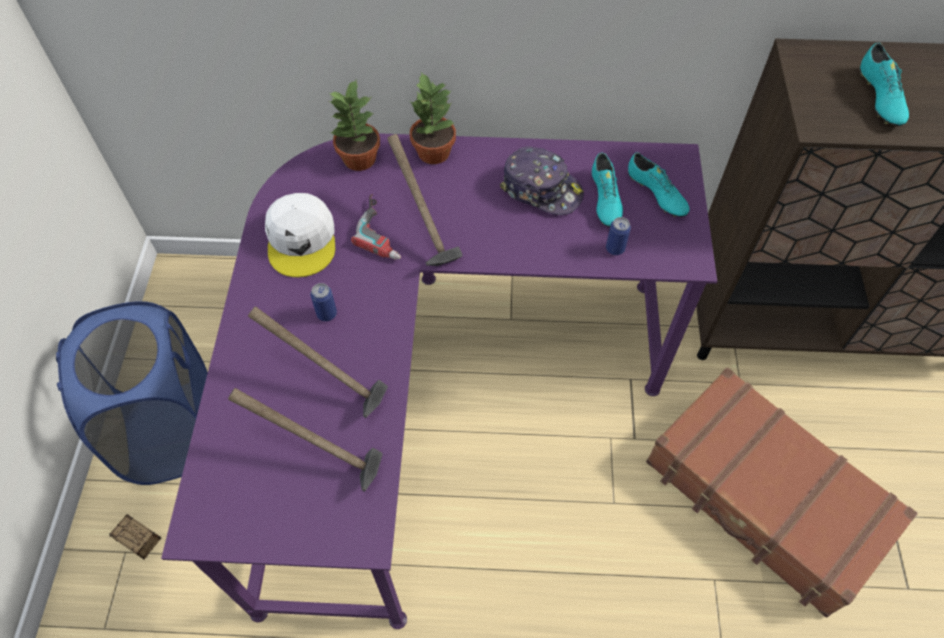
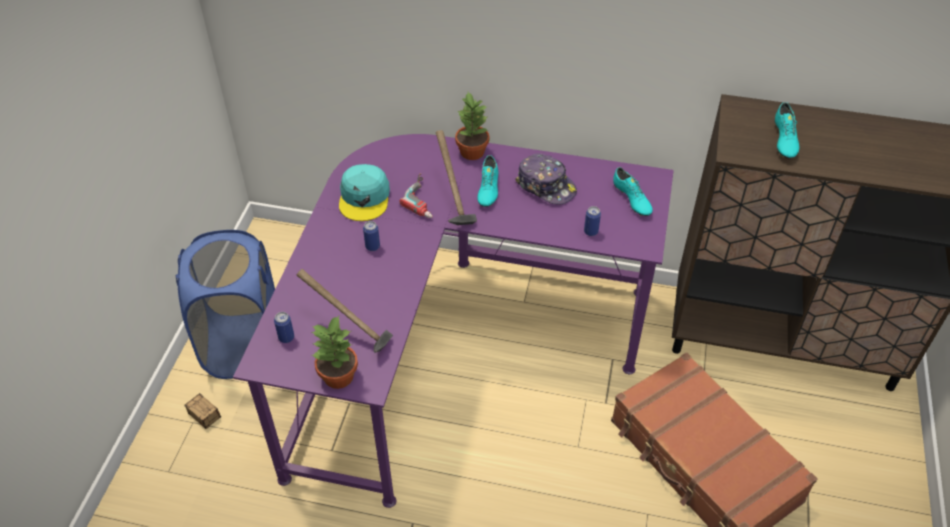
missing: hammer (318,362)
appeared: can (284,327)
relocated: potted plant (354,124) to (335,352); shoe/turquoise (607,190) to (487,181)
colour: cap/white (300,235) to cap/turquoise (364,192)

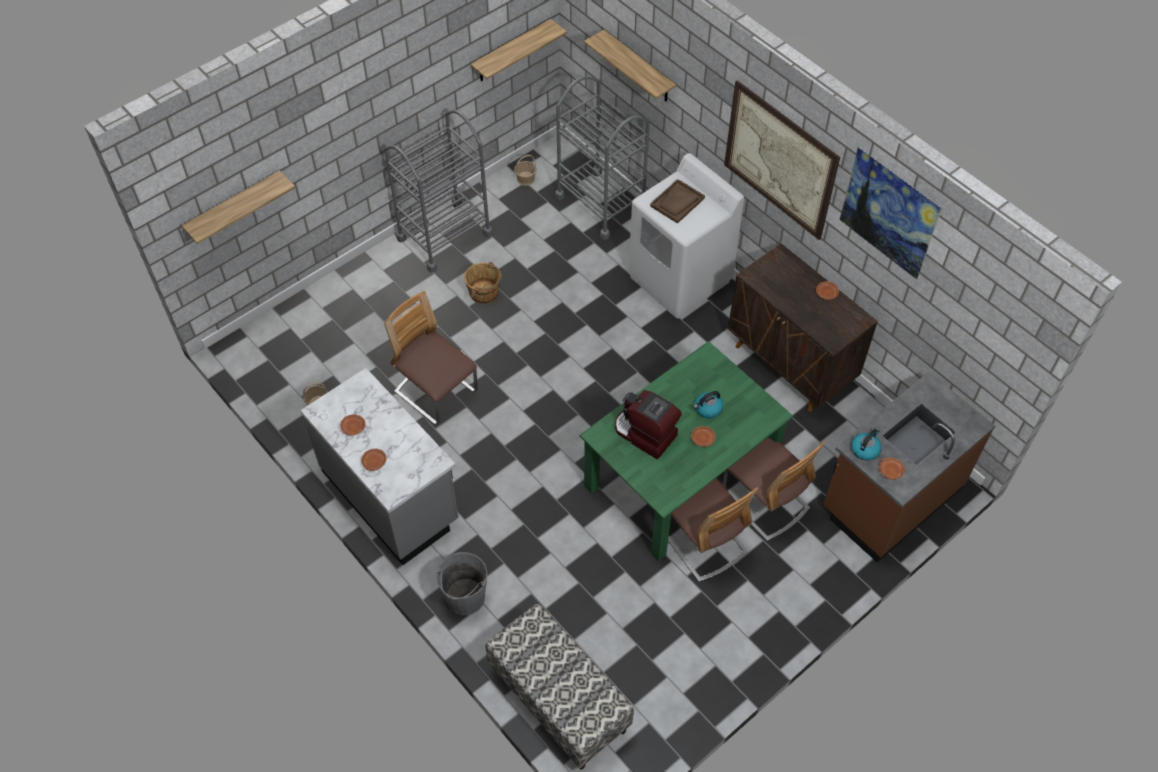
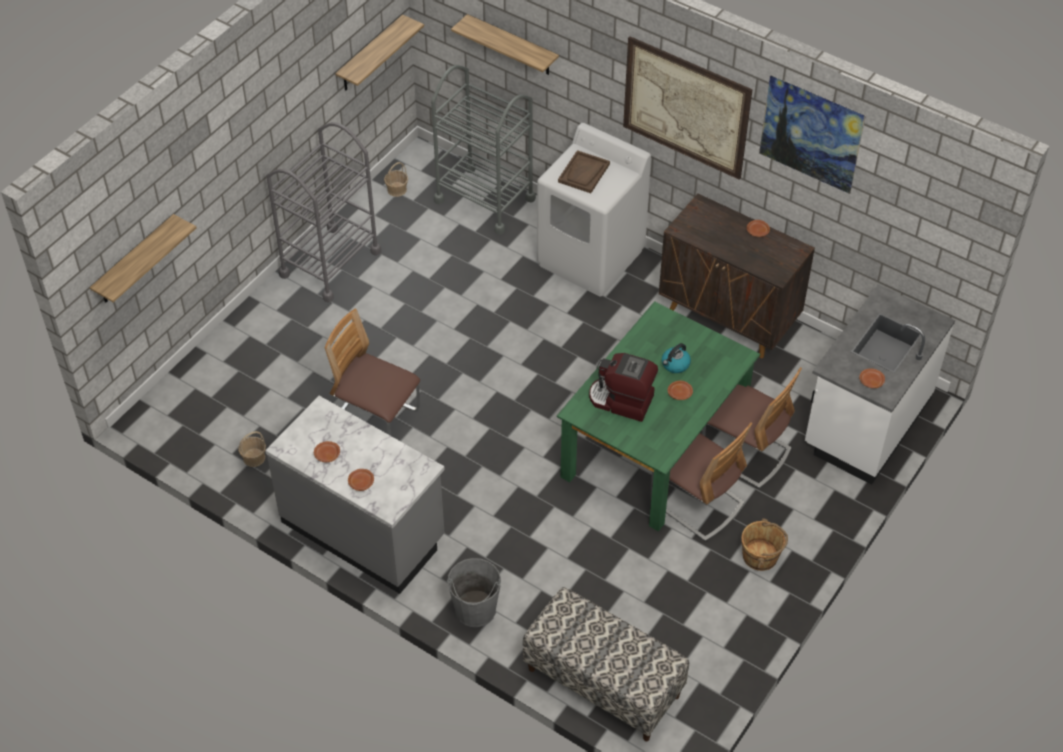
missing: kettle (866,444)
relocated: bucket/brown (483,283) to (764,544)
colour: counter/brown (909,467) to counter/white (880,385)

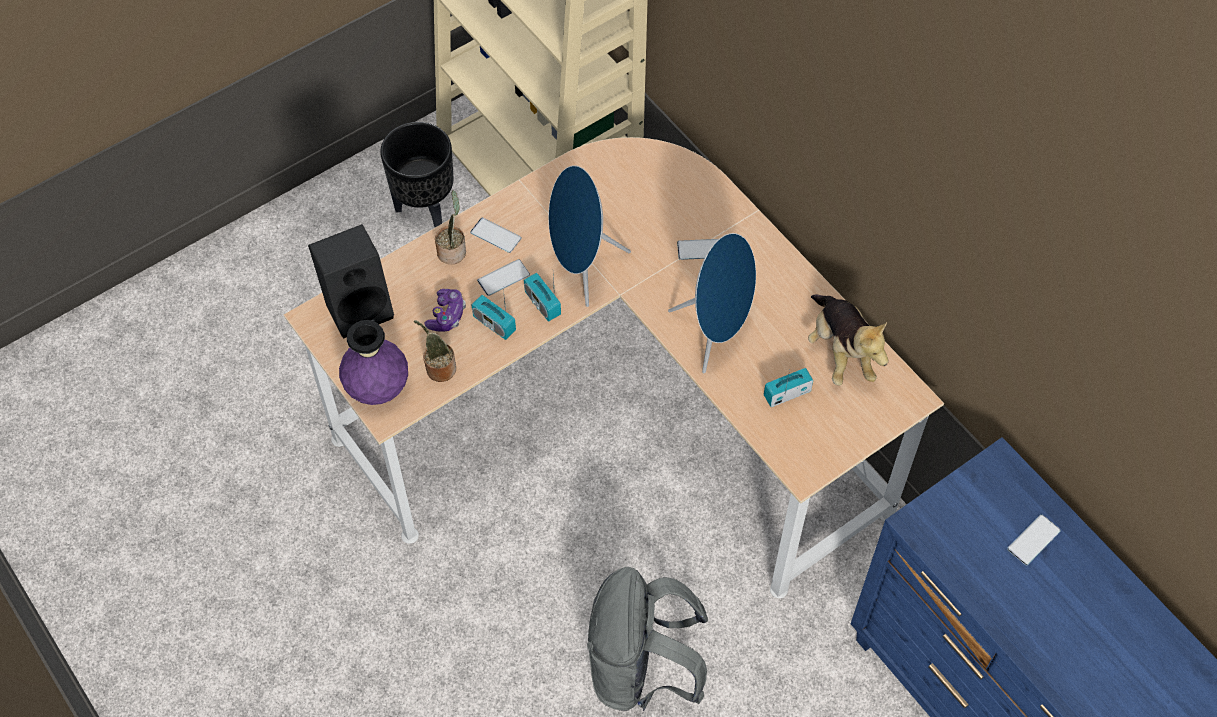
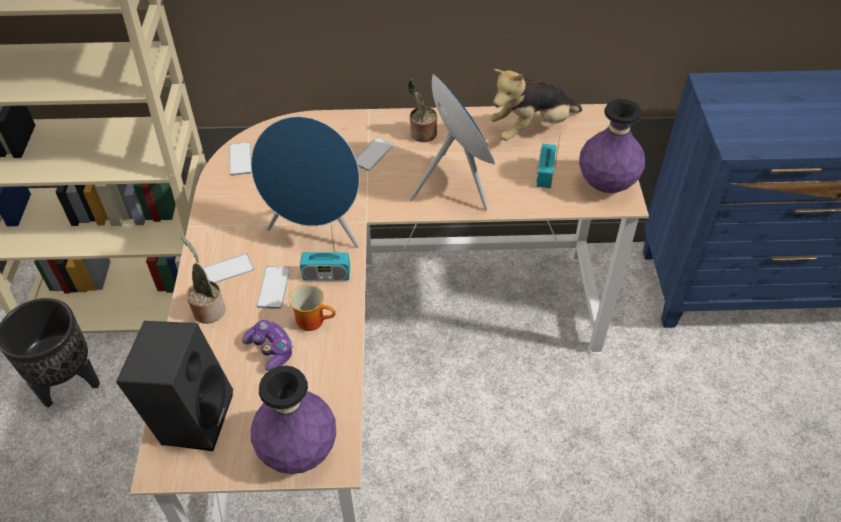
missing: backpack/grey (647,639)
appeared: vase/purple (612,146)
relocated: potted plant (435,351) to (422,110); phone (1034,539) to (240,159)
exchanged: radio (494,314) to mug (312,307)
spun: plush toy (848,340) = (536,105) 135 degrees clockwise

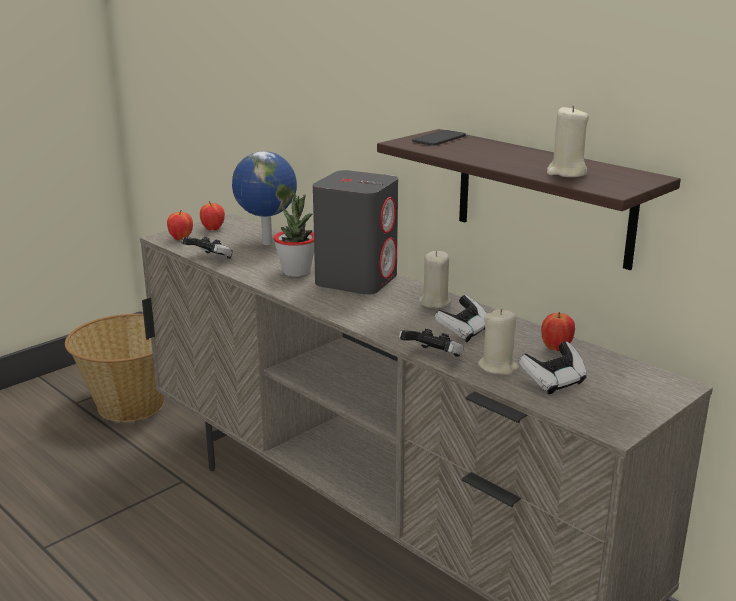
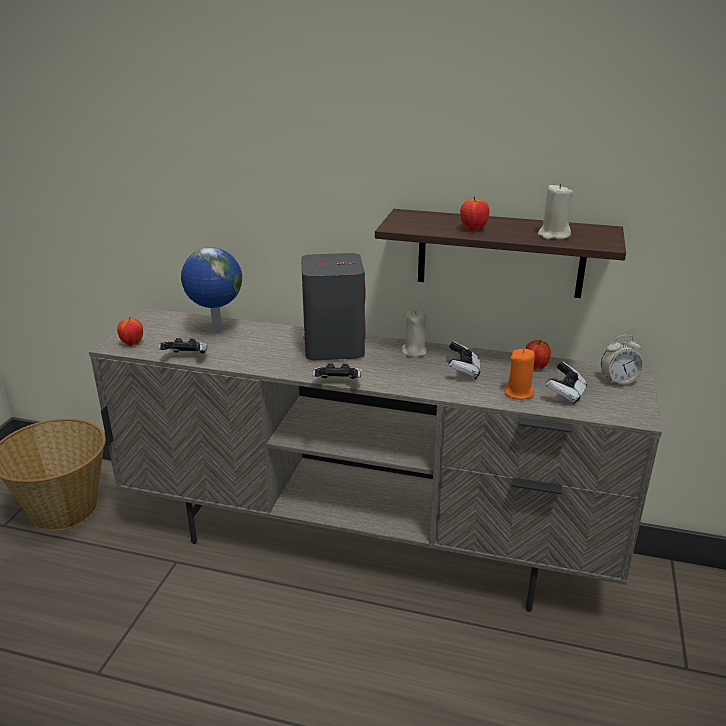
missing: phone (439,138); potted plant (293,234)
appeared: alarm clock (622,360)
relocated: apple (212,216) to (474,213); game controller (431,343) to (337,371)
colour: candle/beige (499,342) to candle/orange (519,374)

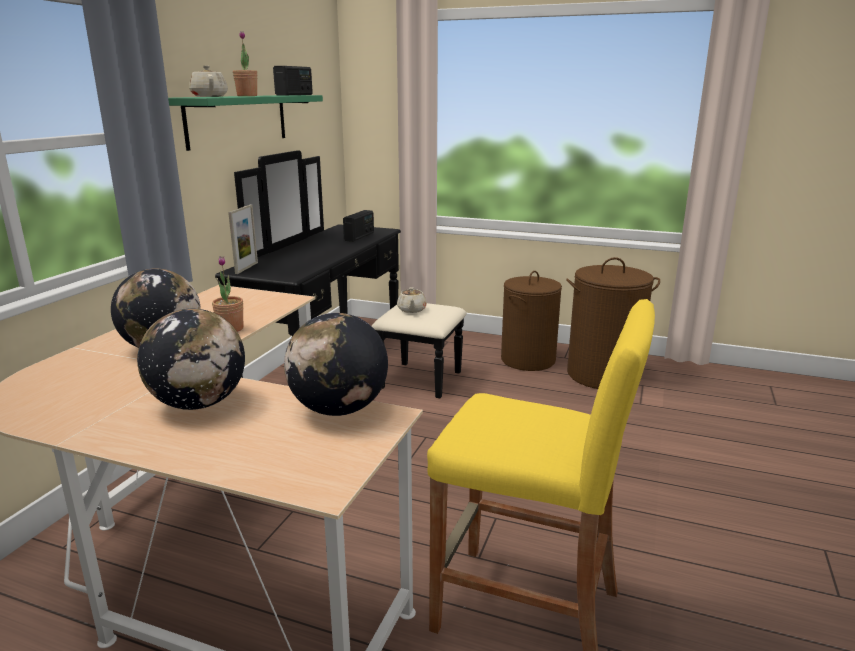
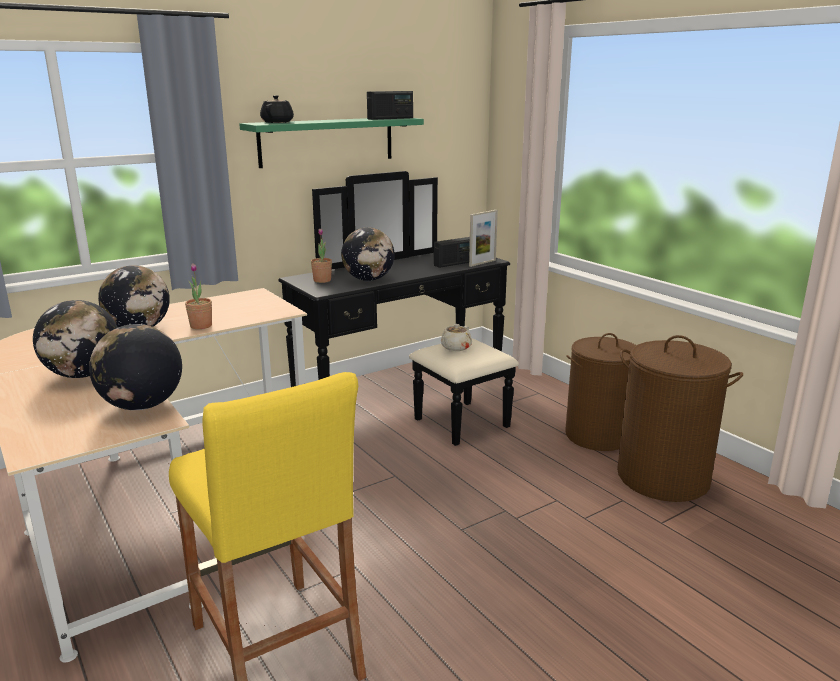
appeared: globe (368,254)
relocated: potted plant (245,63) to (321,256); picture frame (243,239) to (483,238)
colour: teapot/beige (208,81) to teapot/black (277,109)

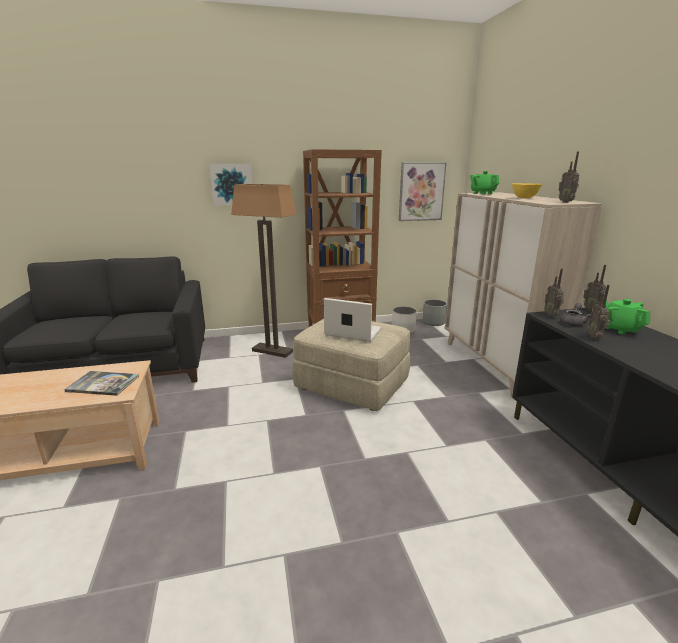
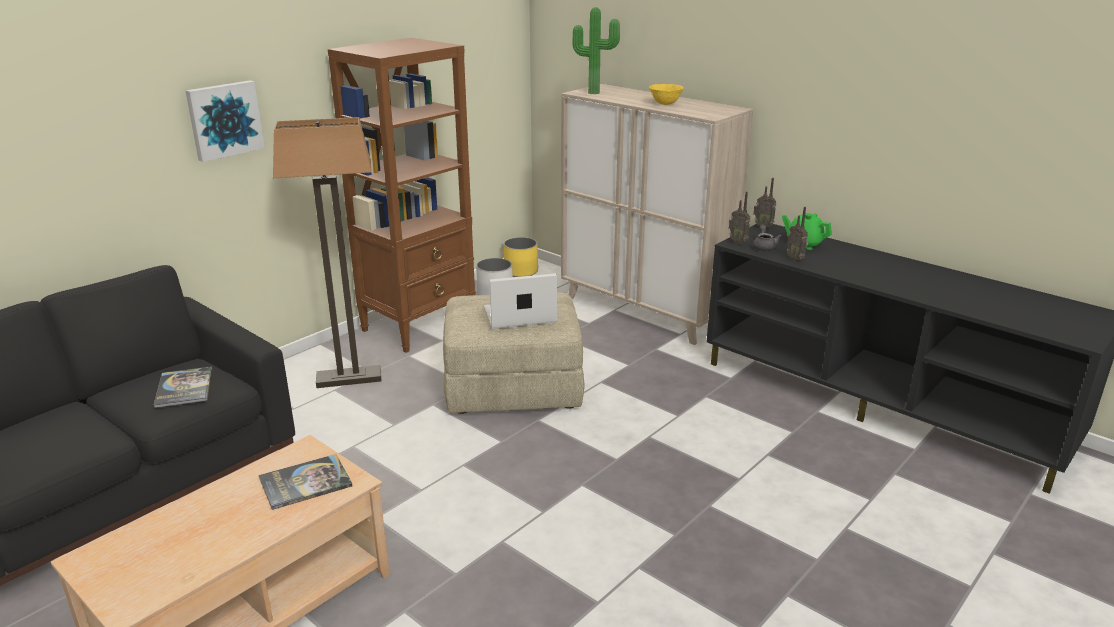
missing: radio (568,177); picture (423,191)
appeared: book (183,387)
exchanged: teapot/green (484,182) to potted plant (596,50)
colour: planter/grey (434,313) to planter/yellow (521,257)

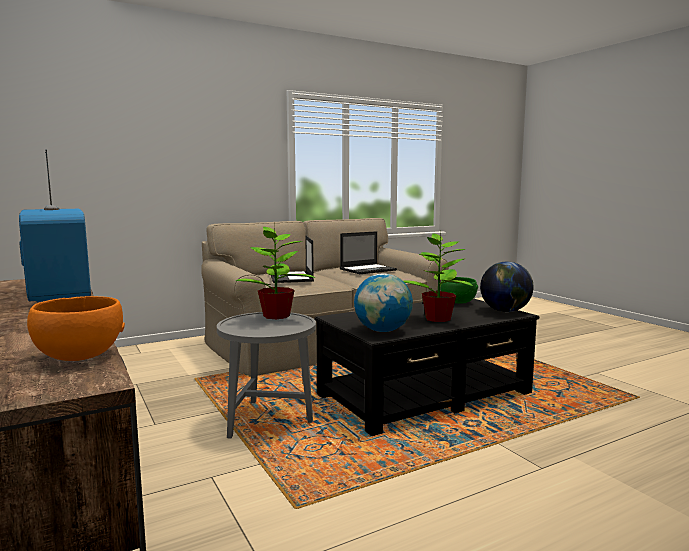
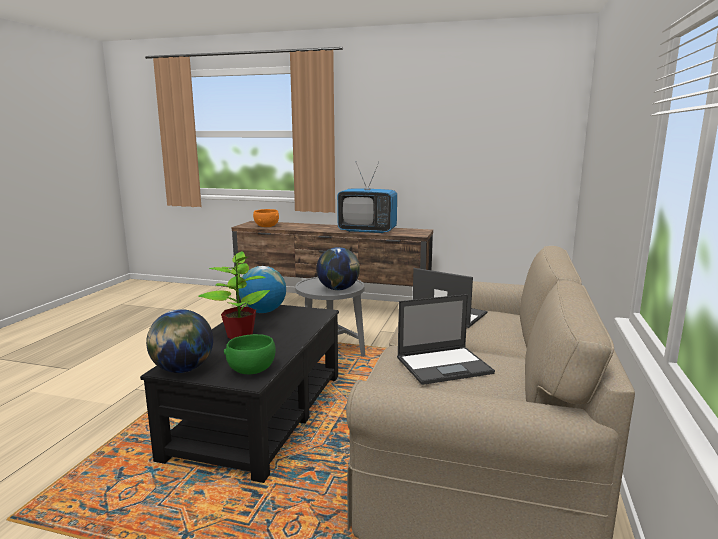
exchanged: potted plant (276,271) to globe (338,268)
spun: laptop (368,252) = (446,339) 120 degrees counterclockwise

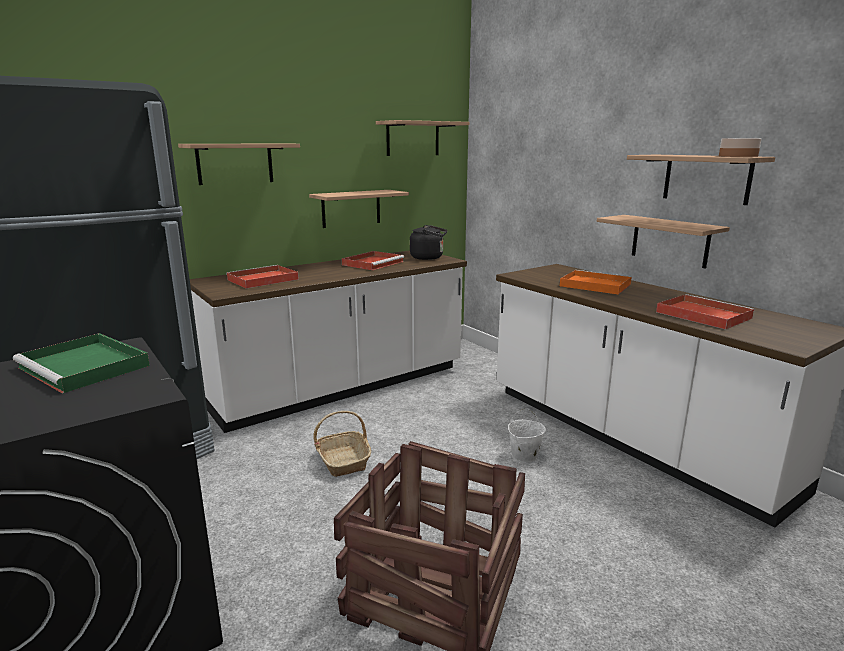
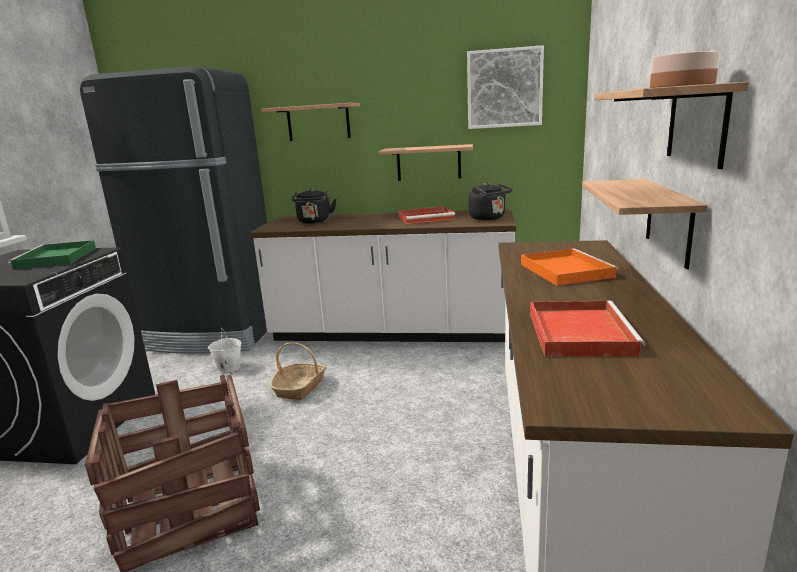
relocated: bucket/white (527,435) to (224,350)
exchanged: shelf (422,138) to picture (505,87); tray/red (262,277) to kettle/black (313,206)

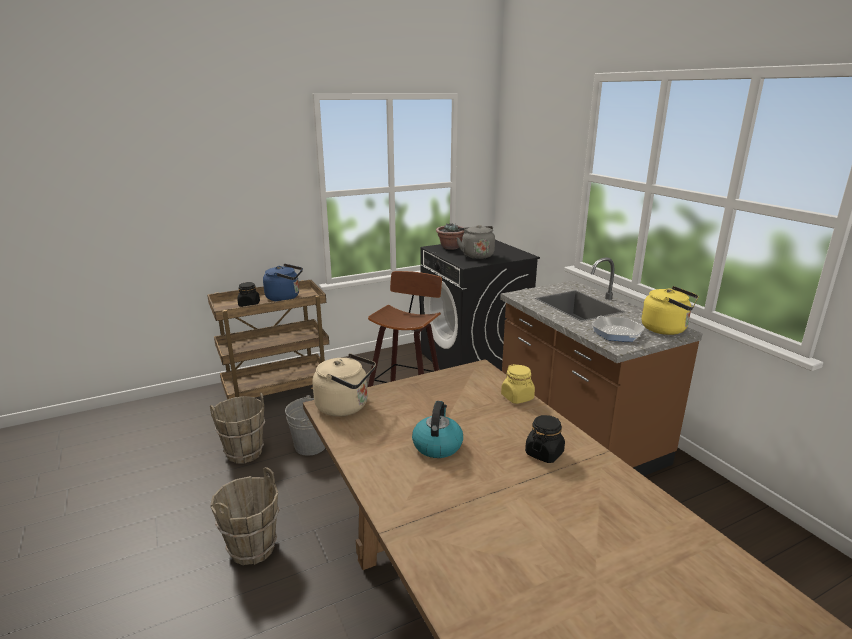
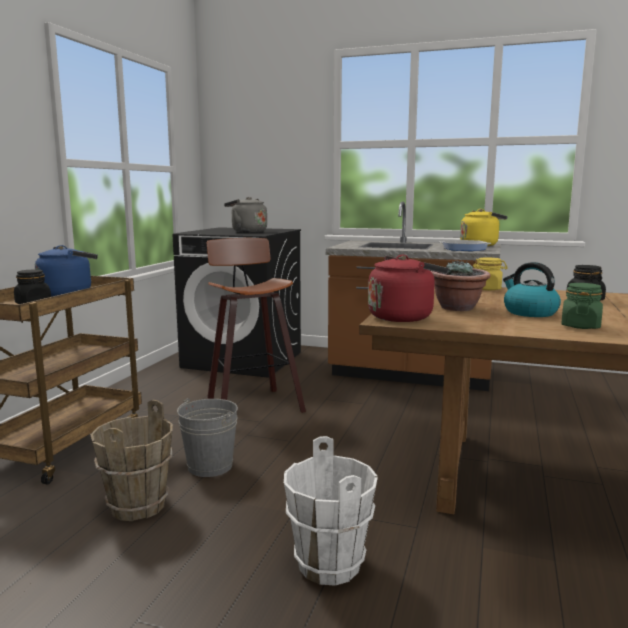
appeared: jar/green (582,306)
relocated: potted plant (450,236) to (460,285)
colour: kettle/beige (344,385) to kettle/red (408,288); bucket/brown (244,516) to bucket/white (331,511)

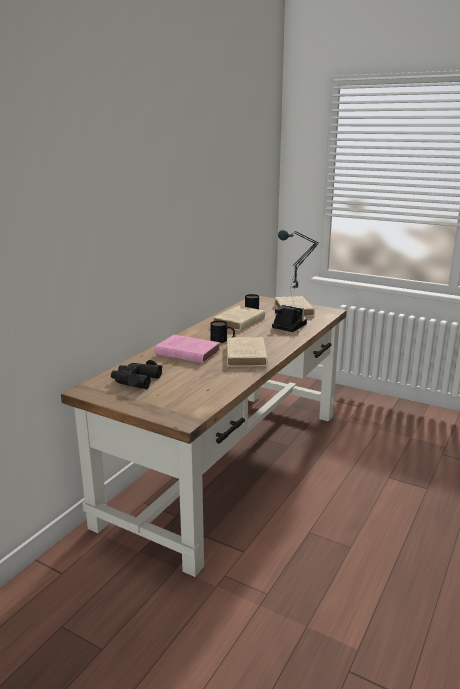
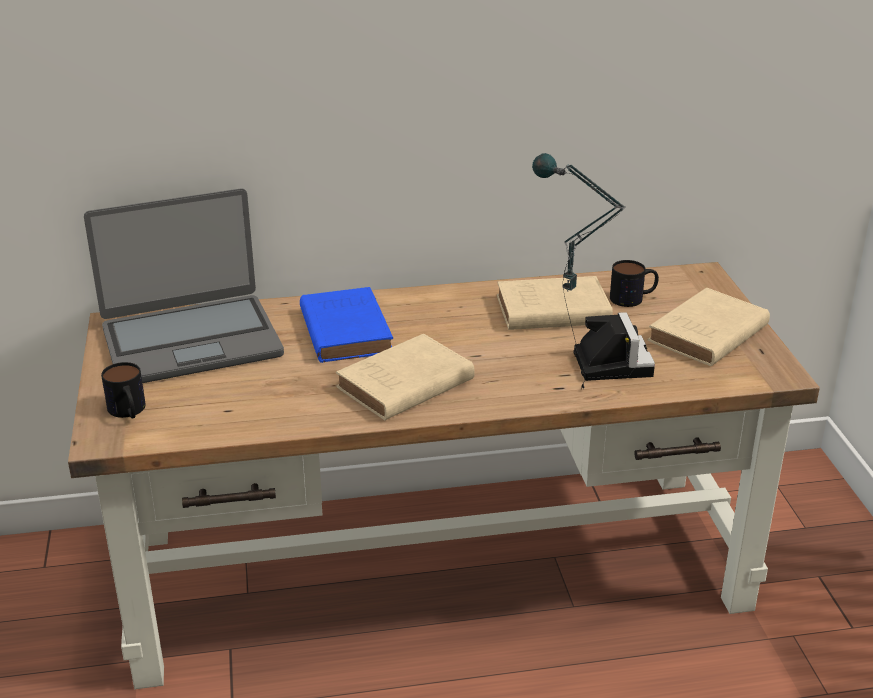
relocated: mug (222,332) to (123,390)
exchanged: binoculars/black (136,374) to laptop (184,286)
colour: book/pink (187,349) to book/blue (346,325)

